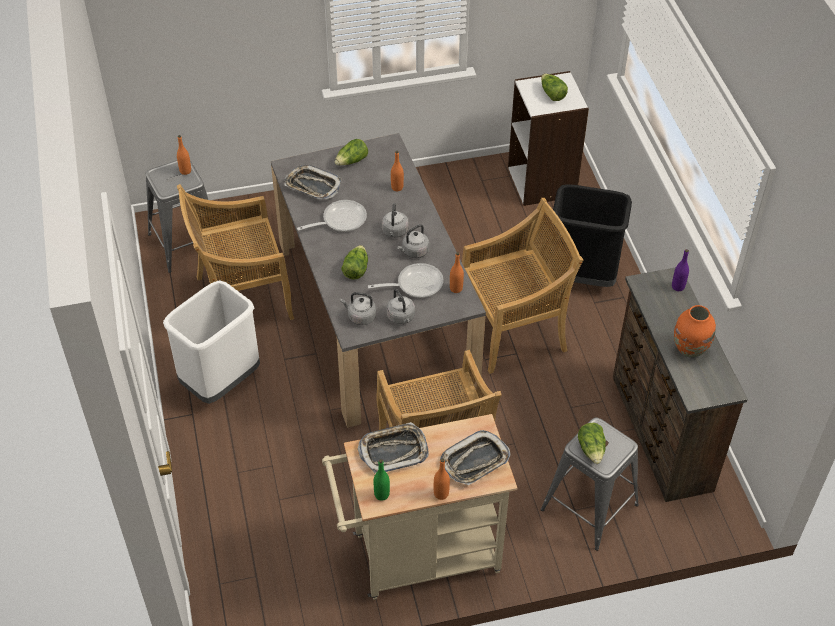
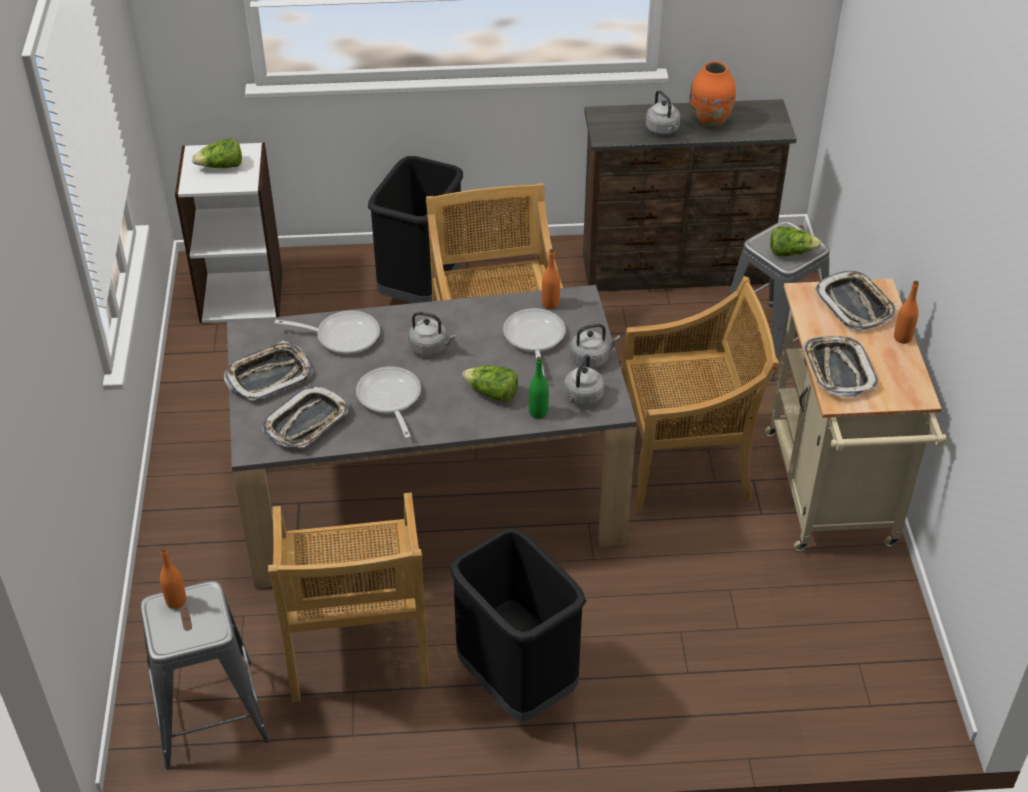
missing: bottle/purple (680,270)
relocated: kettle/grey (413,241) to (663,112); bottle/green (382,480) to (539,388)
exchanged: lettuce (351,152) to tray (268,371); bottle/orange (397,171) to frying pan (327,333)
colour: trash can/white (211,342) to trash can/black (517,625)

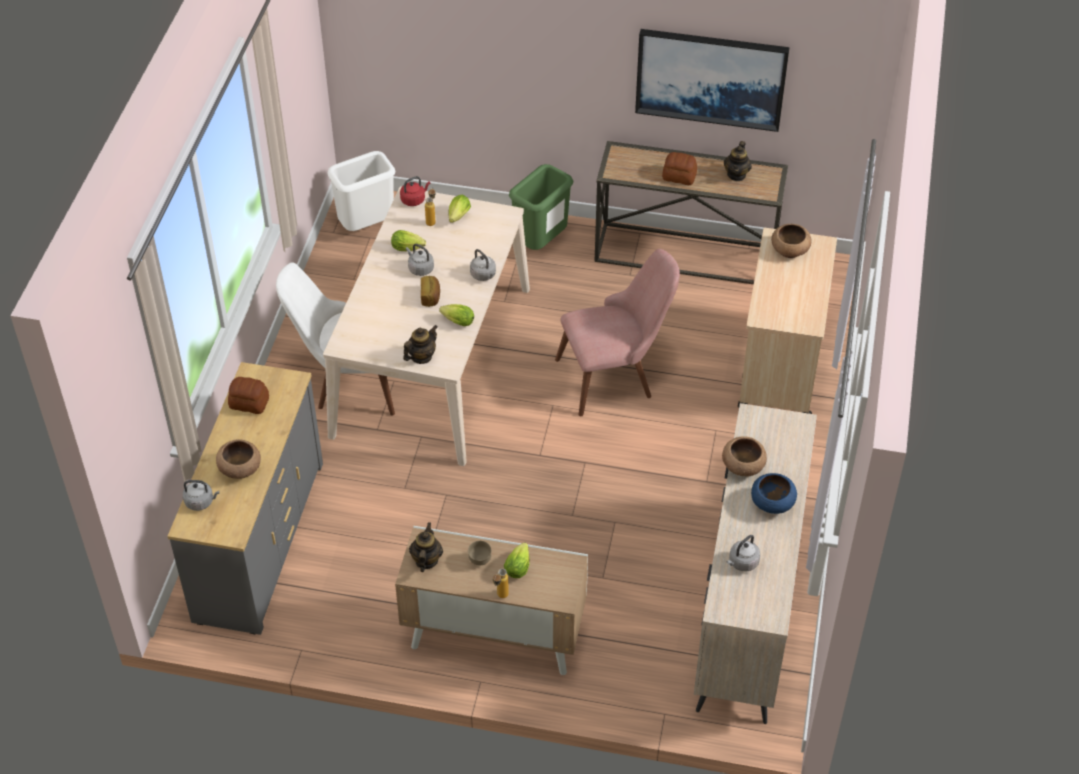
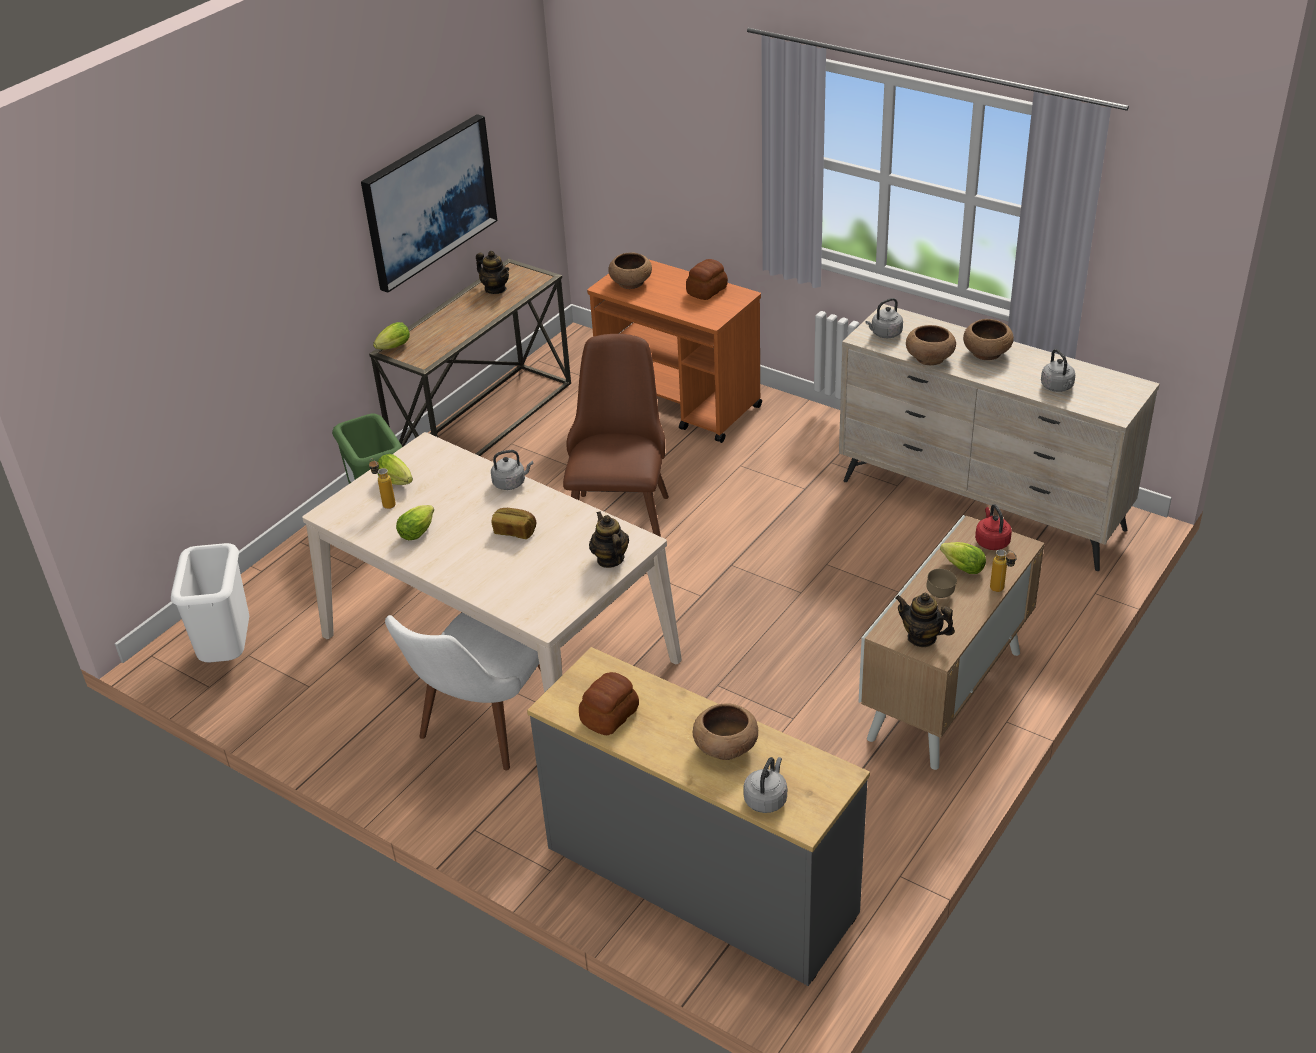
relocated: bread (679,168) to (707,279); kettle/red (415,191) to (993,527); kettle/grey (420,260) to (884,318); lettuce (456,315) to (391,335)
colour: cart/beige (787,321) to cart/orange (674,351); chair/pink (617,332) to chair/brown (616,435); bowl/blue (774,493) to bowl/brown (988,339)

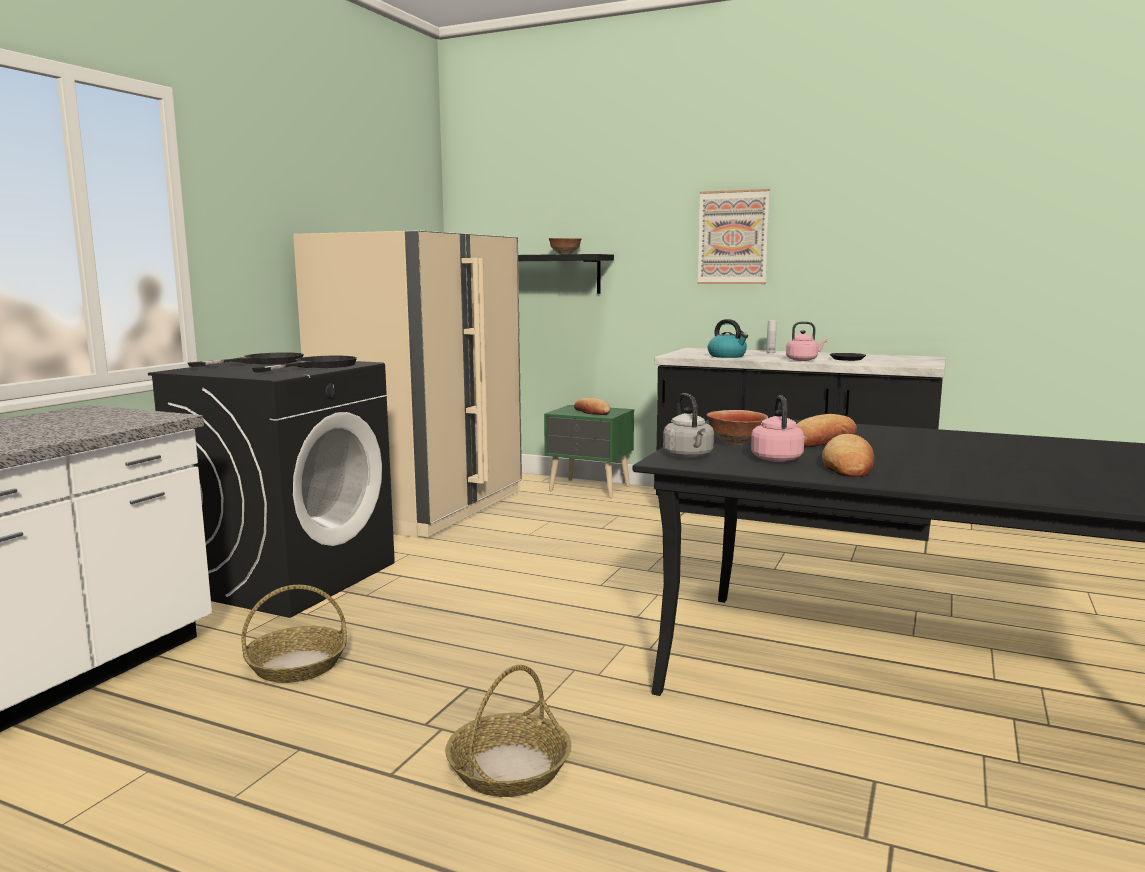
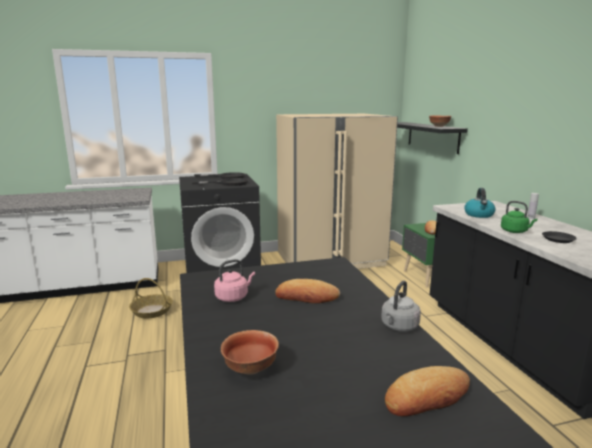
missing: picture (733,236); basket (508,731)
relocated: kettle/grey (688,425) to (401,306); bowl (737,427) to (250,352); bread (848,456) to (427,391)
colour: kettle/pink (806,341) to kettle/green (519,217)

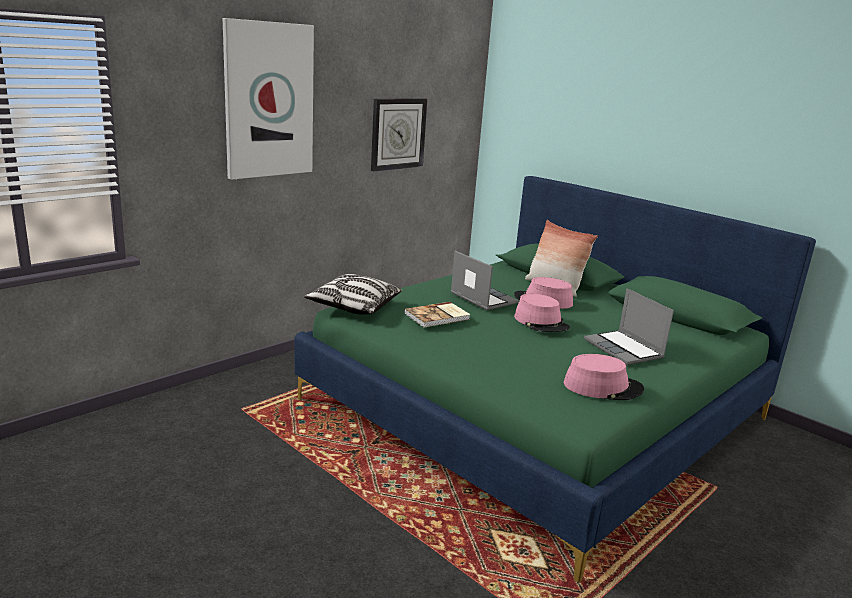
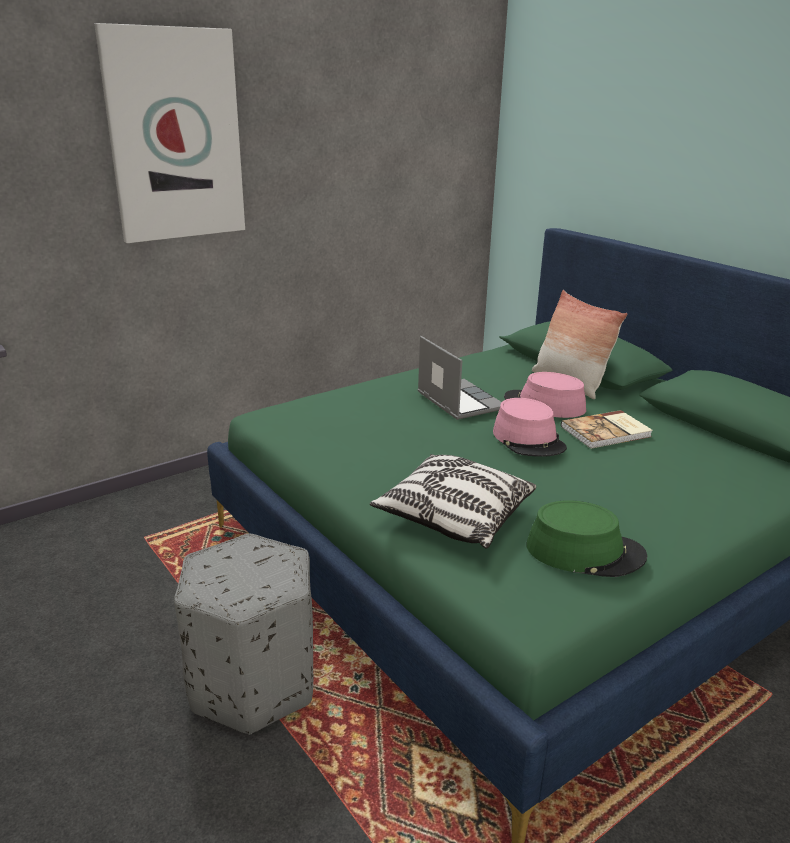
missing: wall clock (399,134); laptop (629,326)
appeared: ottoman/grey (243,634)
relocated: pillow (353,294) to (453,501); book (437,314) to (607,429)
colour: hat/pink (604,377) to hat/green (586,538)

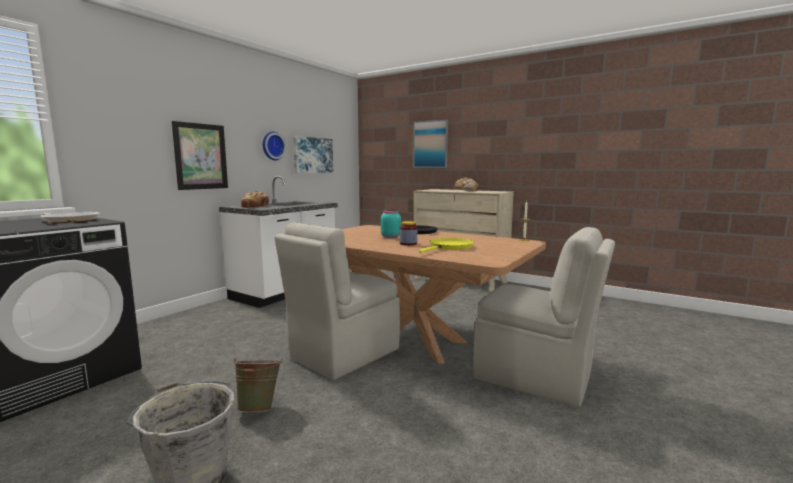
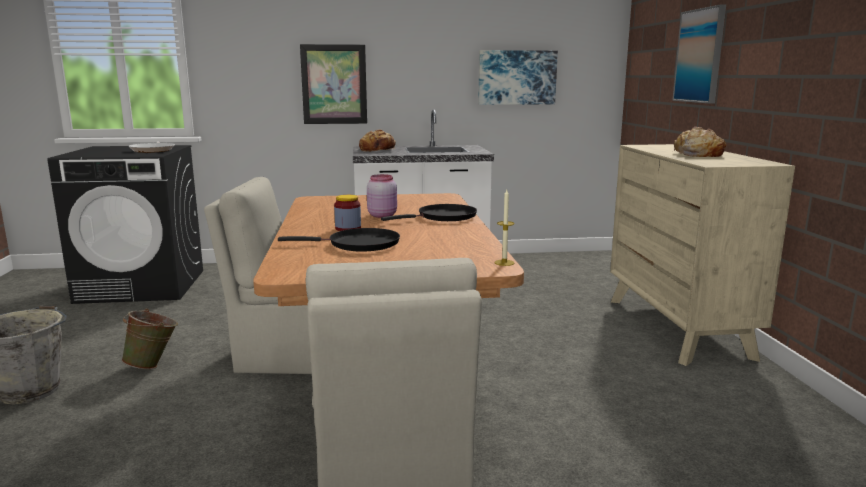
missing: wall clock (274,146)
colour: jar/turquoise (391,224) to jar/pink (382,196); frying pan/yellow (446,245) to frying pan/black (339,240)

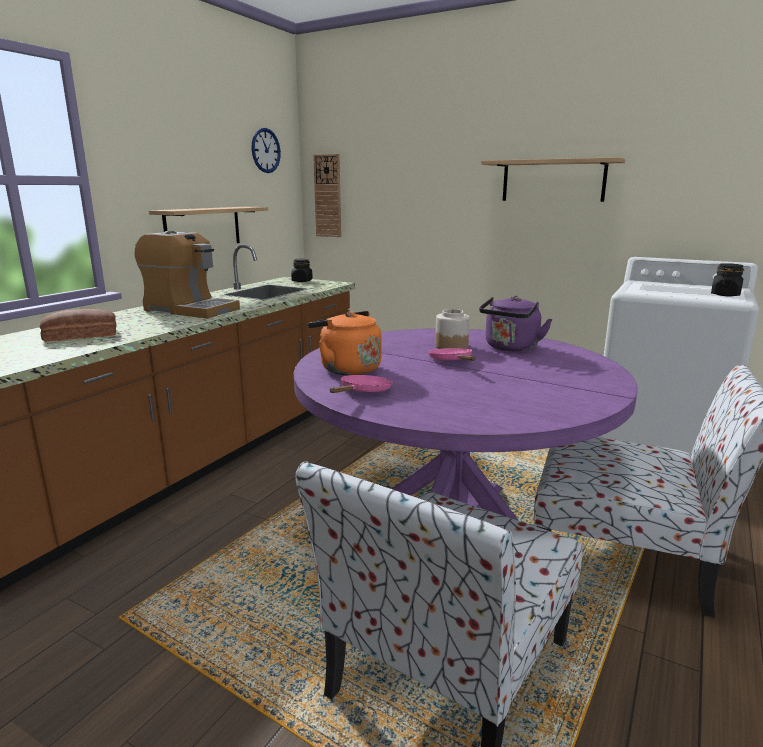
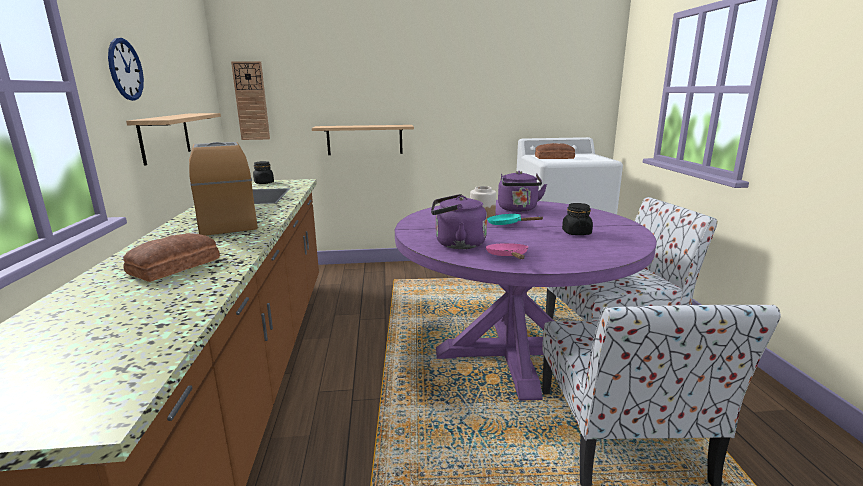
appeared: bread (555,151)
relocated: wall clock (266,150) to (126,69); shelf (553,179) to (363,140); jar/black (727,279) to (577,219)
colour: kettle/orange (344,343) to kettle/purple (459,221); frying pan/pink (452,354) to frying pan/turquoise (515,219)
spun: coffee machine (187,275) = (223,189) 105 degrees counterclockwise

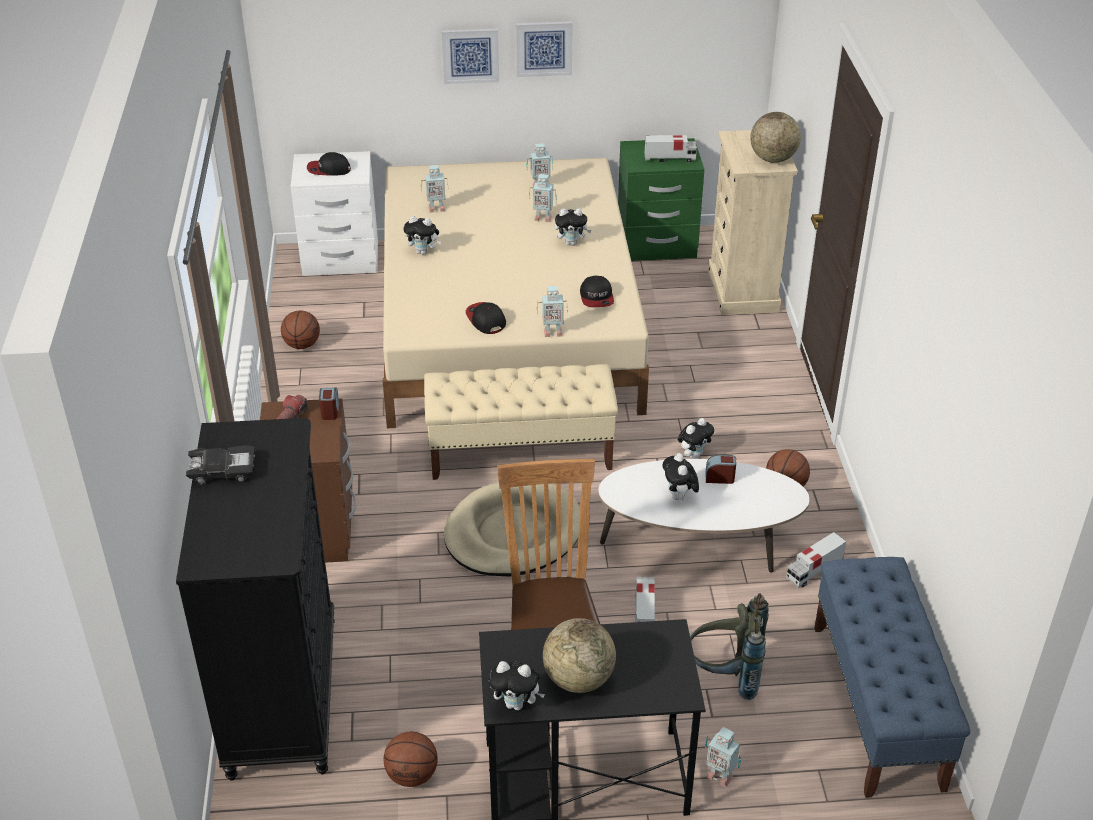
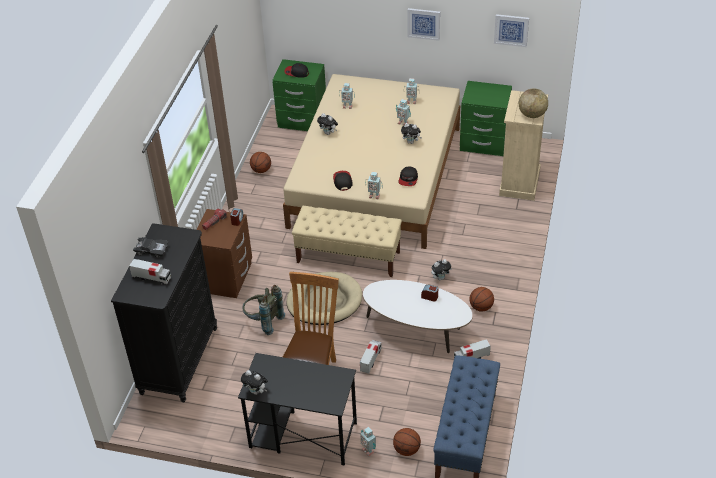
missing: plush toy (680,476); globe (579,655)
relocated: picture (470,56) to (511,30); toy truck (671,149) to (150,272); backpack/grey (729,646) to (264,310); basketball (411,759) to (407,442)
colour: nightstand/white (334,213) to nightstand/green (299,95)

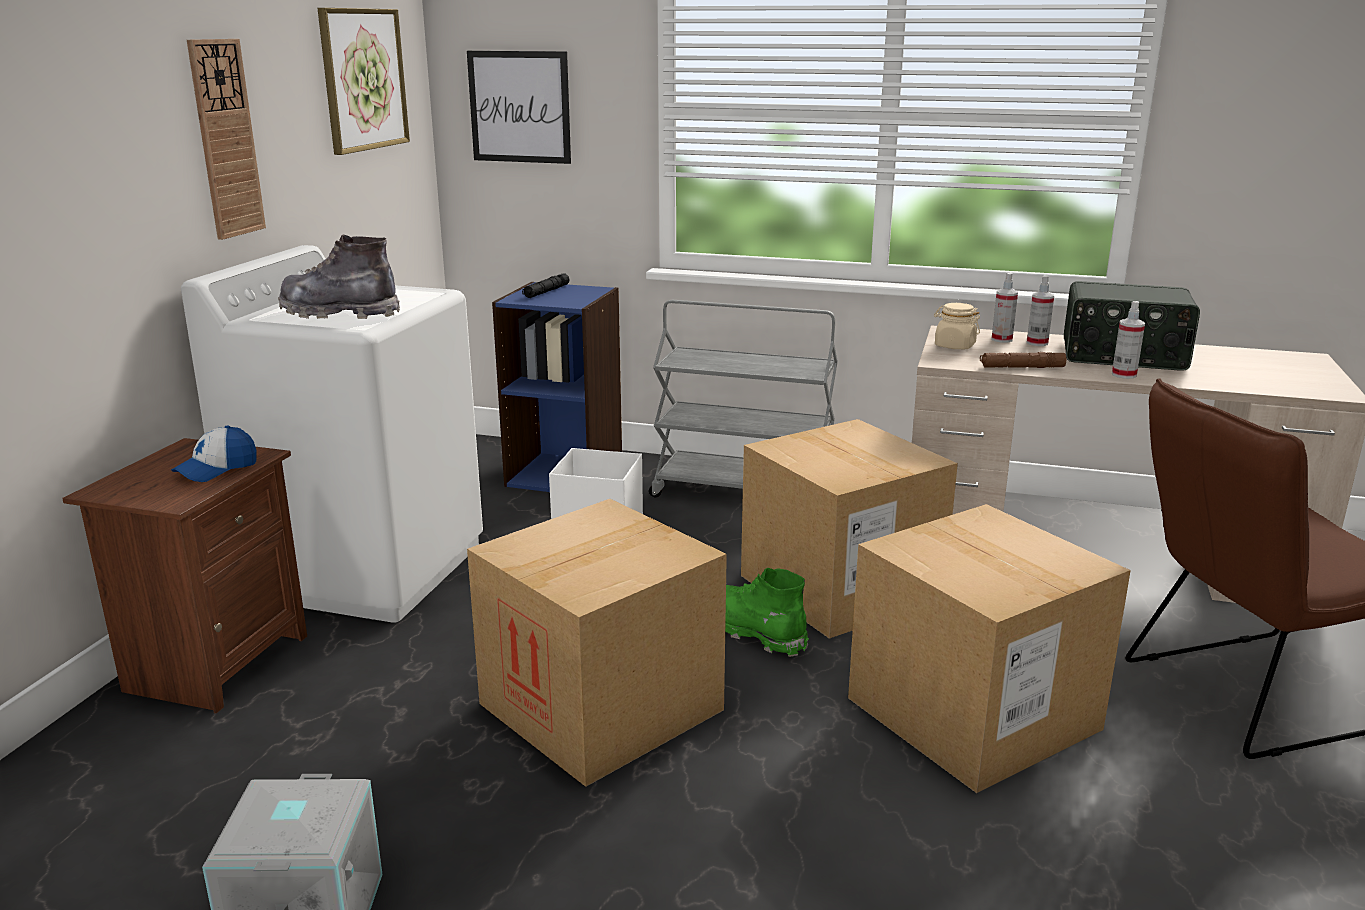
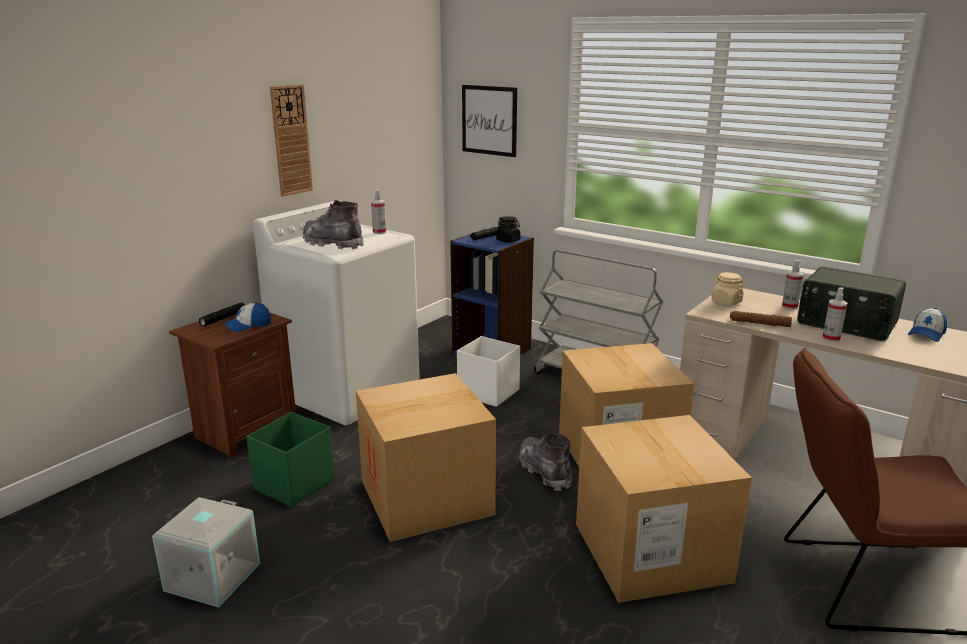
missing: picture (364,81)
appeared: jar/black (508,229); flashlight/black (222,314); cap (927,324); storage box/green (290,459)
relocated: spray bottle (1005,308) to (378,211)
colour: boot/green (766,612) to boot/grey (545,461)

